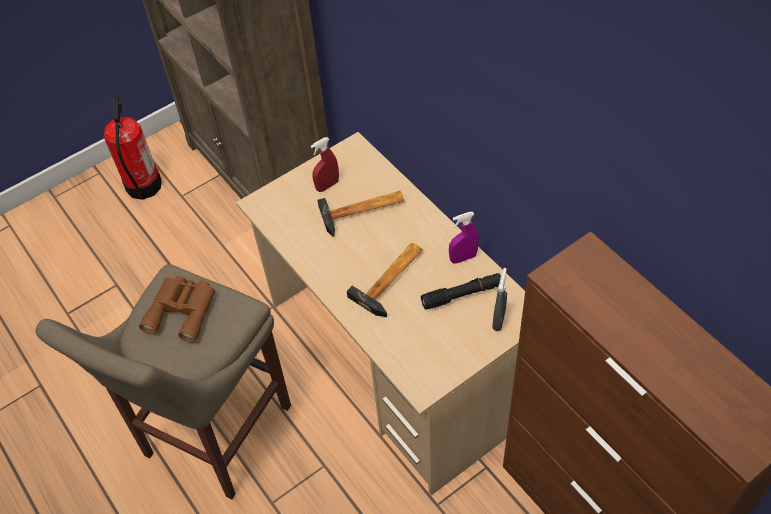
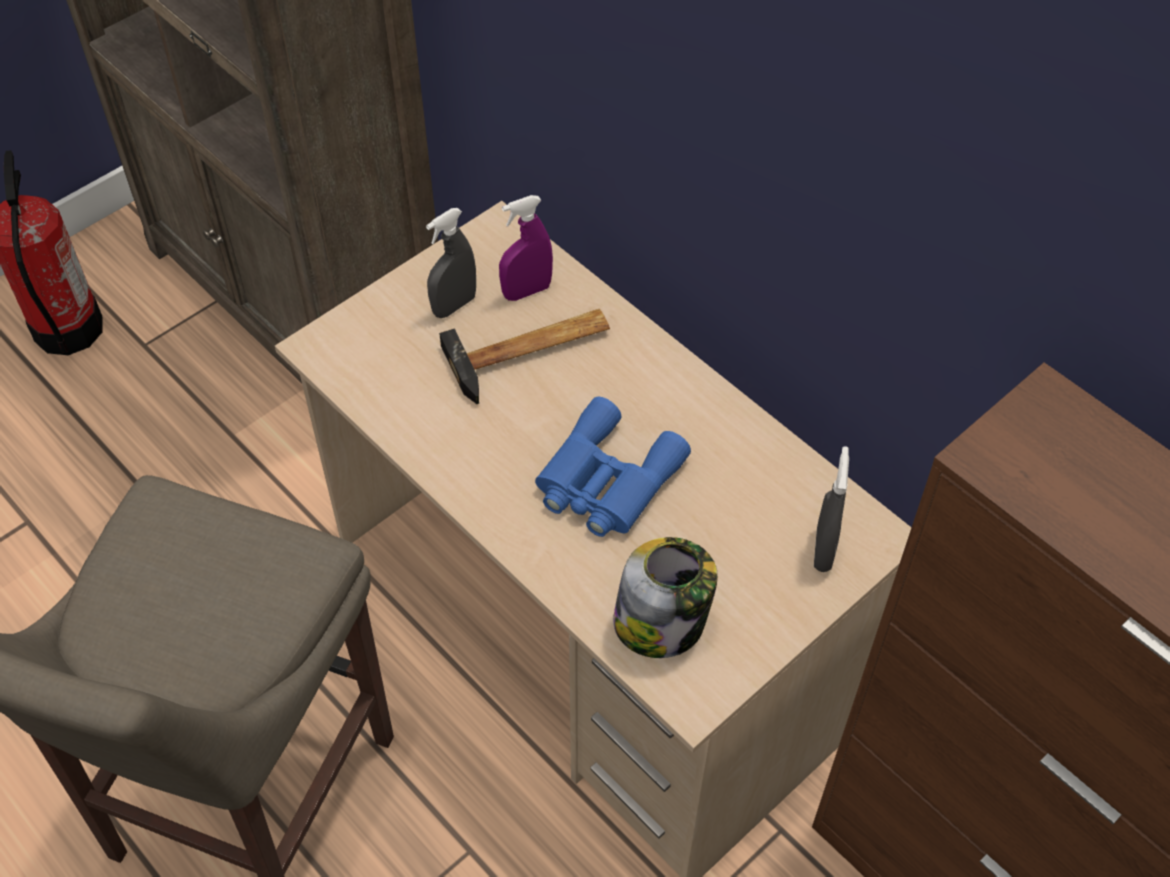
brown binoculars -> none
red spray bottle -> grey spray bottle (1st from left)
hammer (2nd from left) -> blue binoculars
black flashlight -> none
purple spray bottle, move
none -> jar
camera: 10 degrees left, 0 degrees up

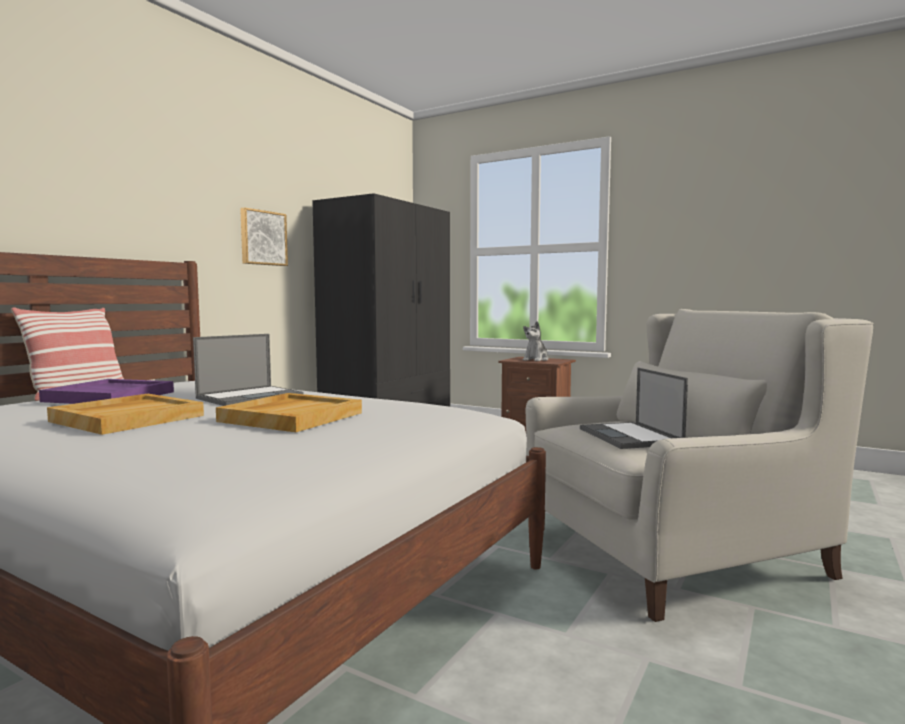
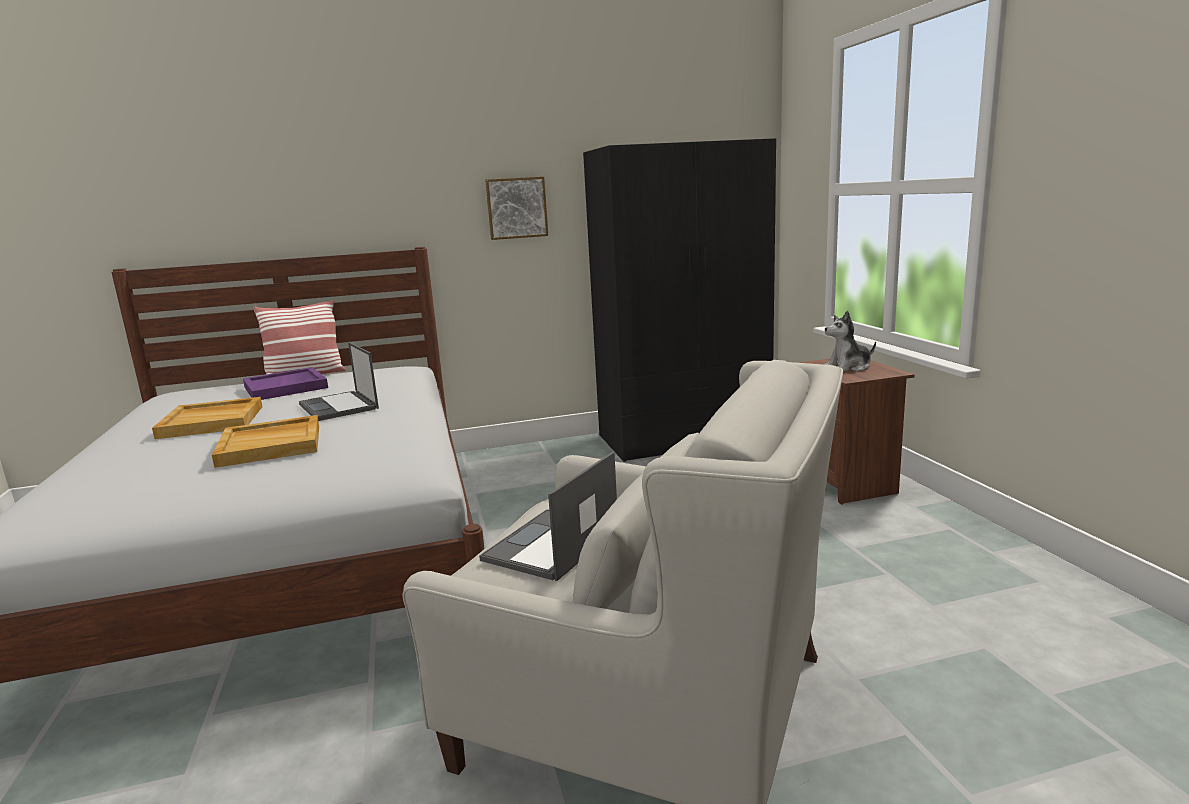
laptop (1st from left), 60 degrees clockwise
camera: 45 degrees right, 10 degrees up

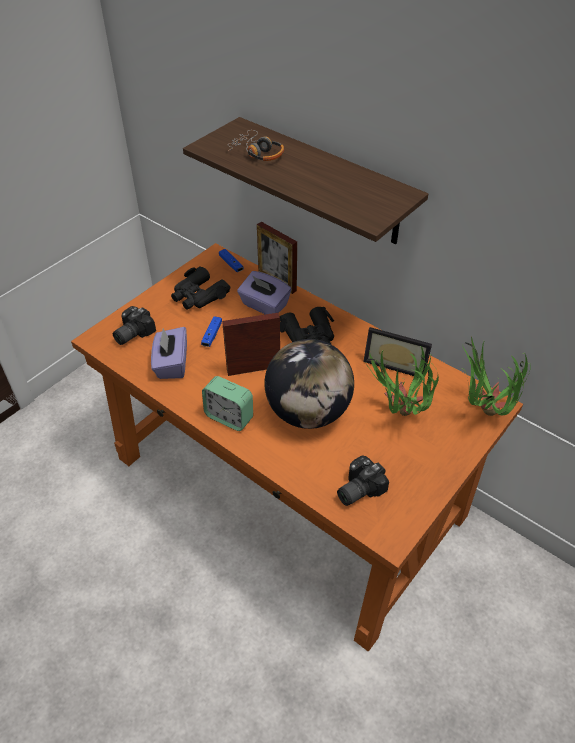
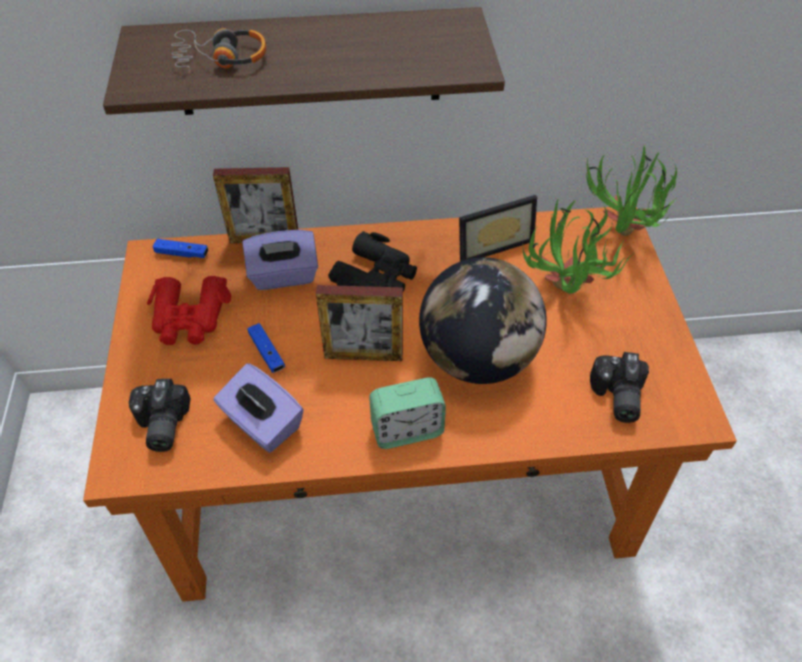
black binoculars (1st from left) -> red binoculars
picture frame (1st from left in the first image) -> picture frame (2nd from left), 120 degrees counterclockwise
camera: 45 degrees left, 5 degrees up

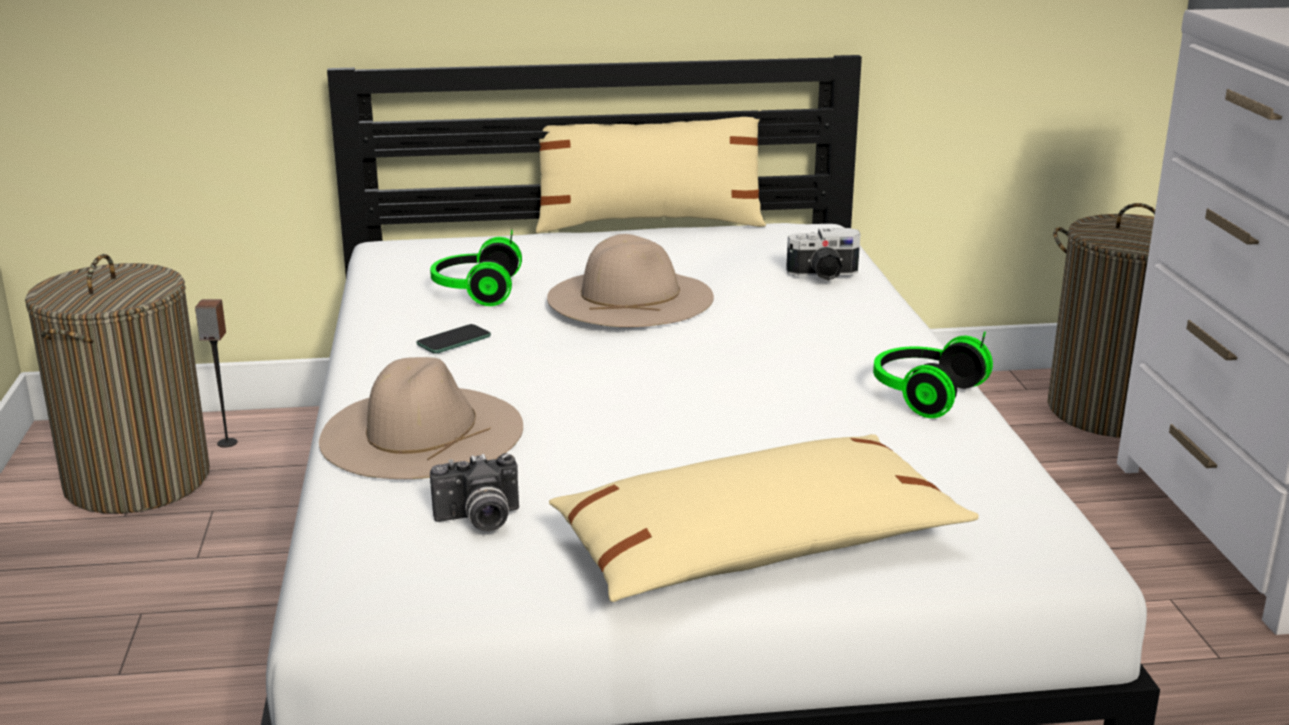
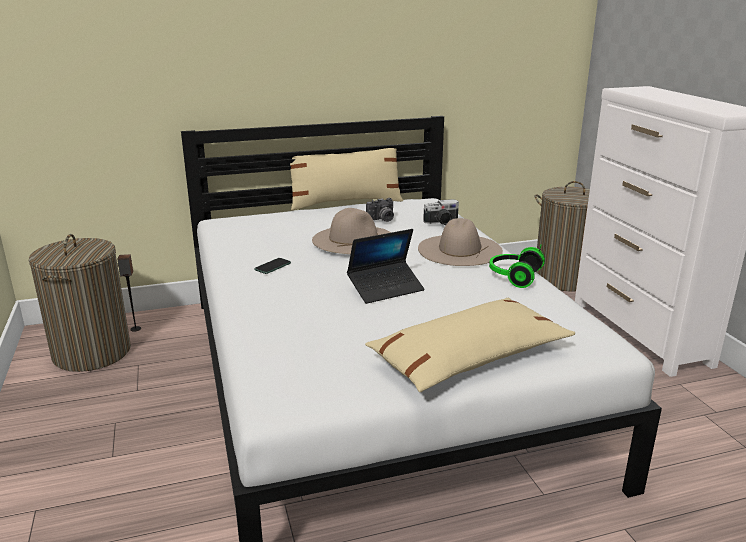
beige hat (1st from left in the first image) -> beige hat (2nd from left), move
headphones (1st from left) -> none
photo camera (1st from left), move
none -> laptop
camera: 10 degrees left, 0 degrees up

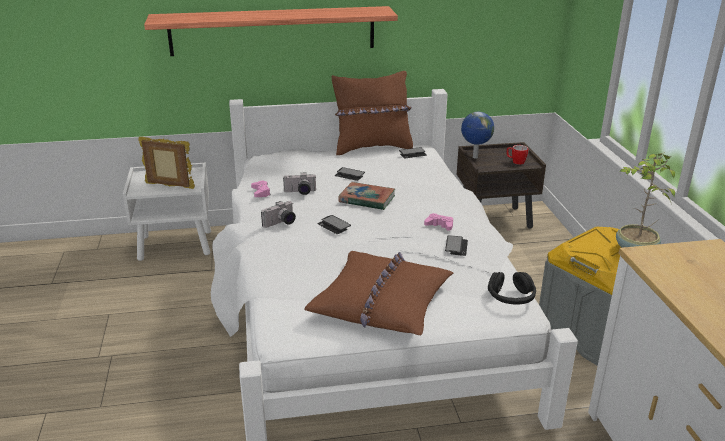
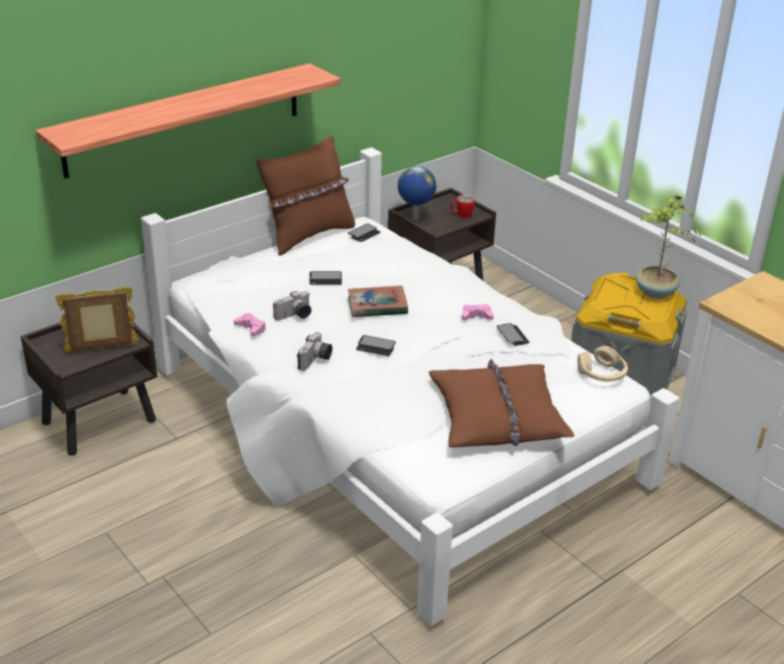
white nightstand -> brown nightstand (1st from left)
black headphones -> beige headphones
camera: 30 degrees left, 5 degrees up

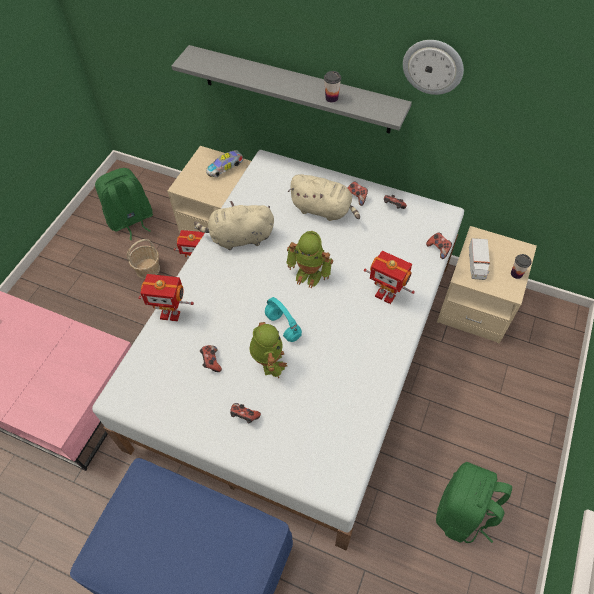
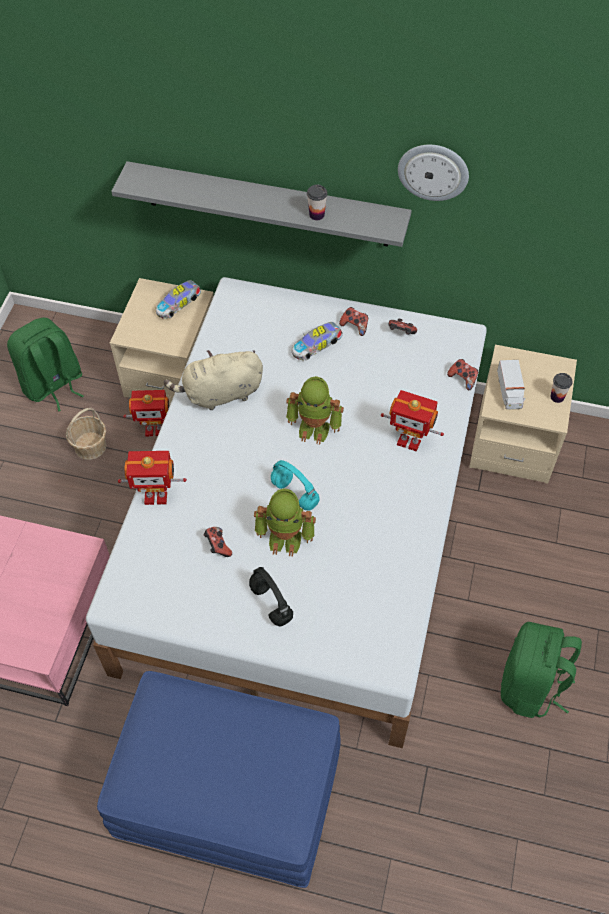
game controller (2nd from left) -> black headphones
toy robot (3rd from left), 120 degrees clockwise
beige plush toy (2nd from left) -> toy car (2nd from left)
camera: 10 degrees left, 0 degrees up

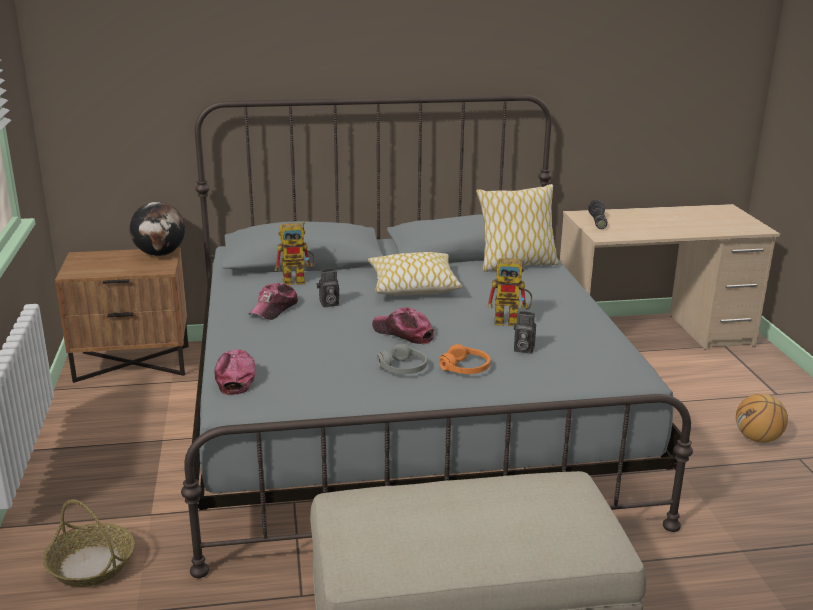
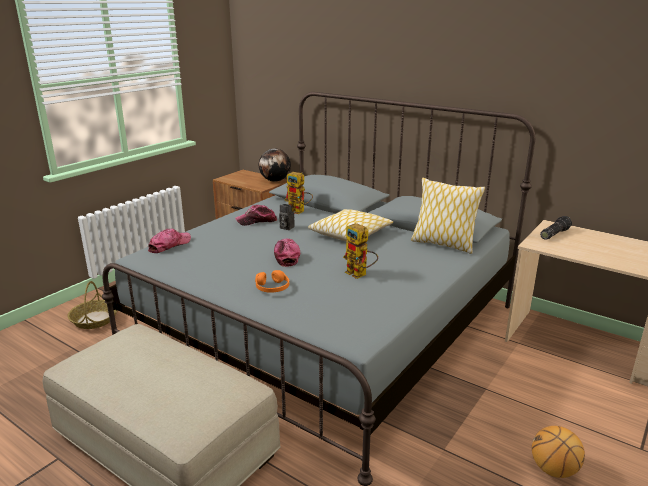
grey headphones -> none
photo camera (2nd from left) -> none
camera: 45 degrees right, 0 degrees up

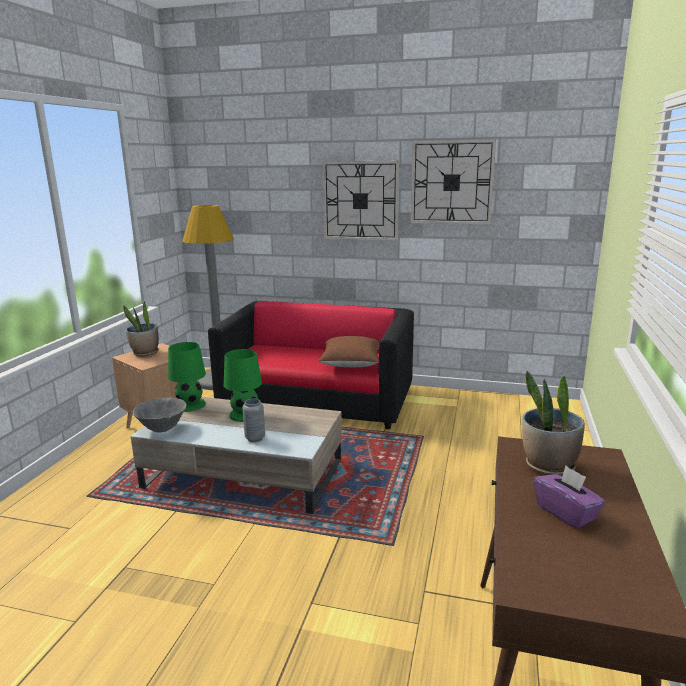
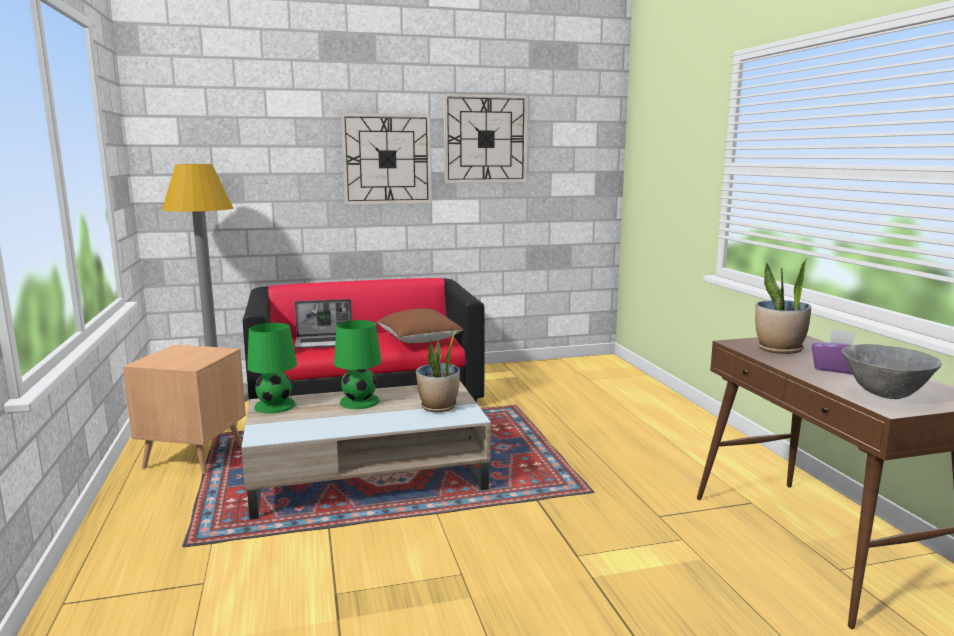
potted plant (1st from left), move
grey bowl, move
grey vase -> none
none -> laptop
camera: 30 degrees left, 5 degrees down

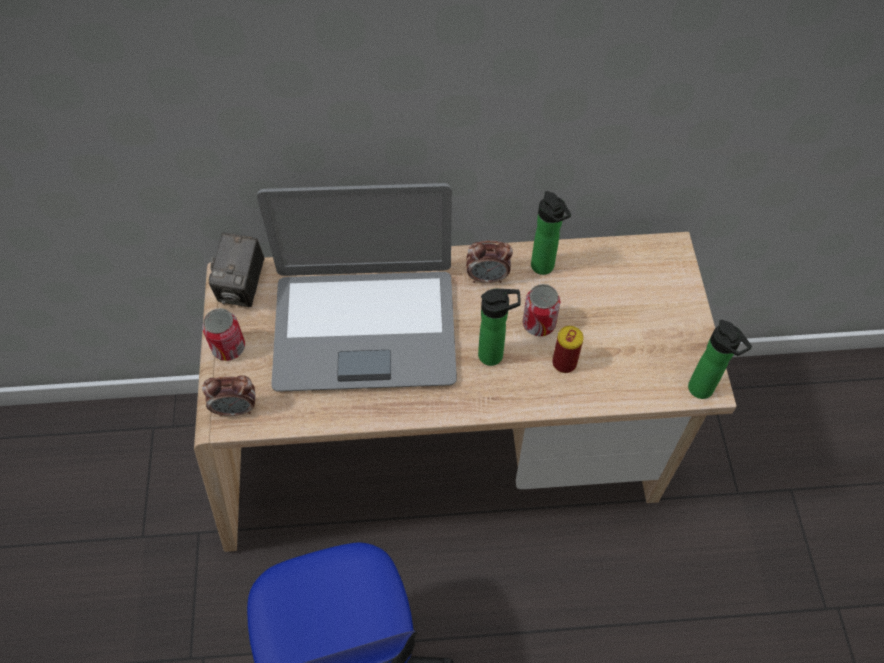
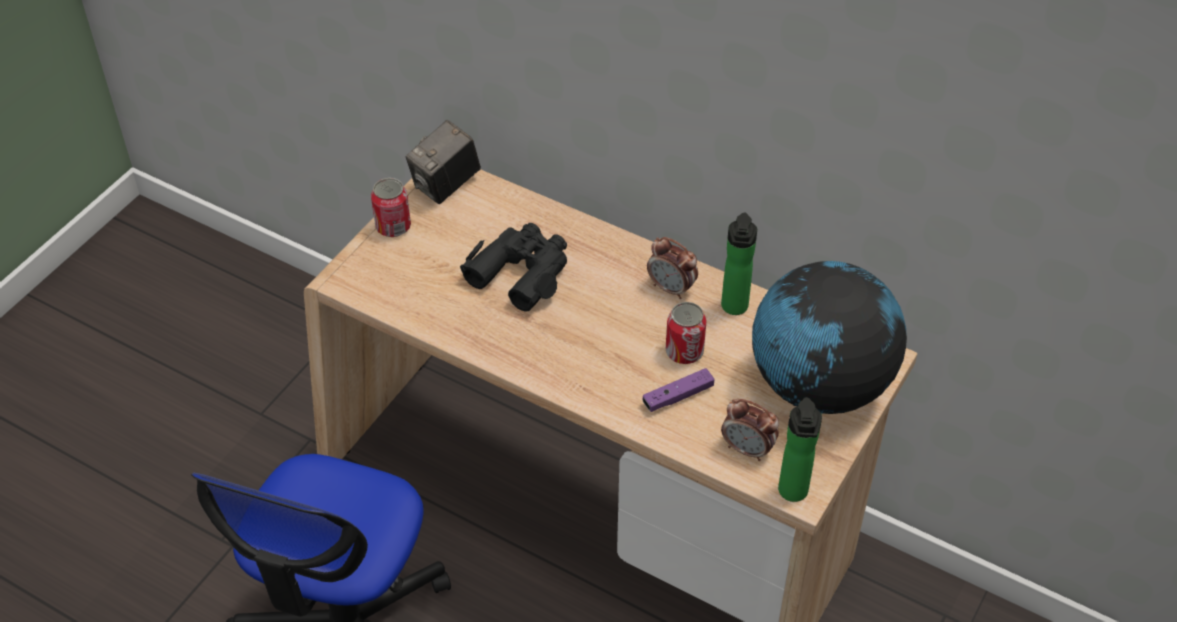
alarm clock (1st from left in the first image) -> alarm clock (2nd from left), move
laptop -> black binoculars
bottle (1st from left) -> none
can (3rd from left) -> purple game controller
none -> globe
camera: 35 degrees right, 10 degrees down

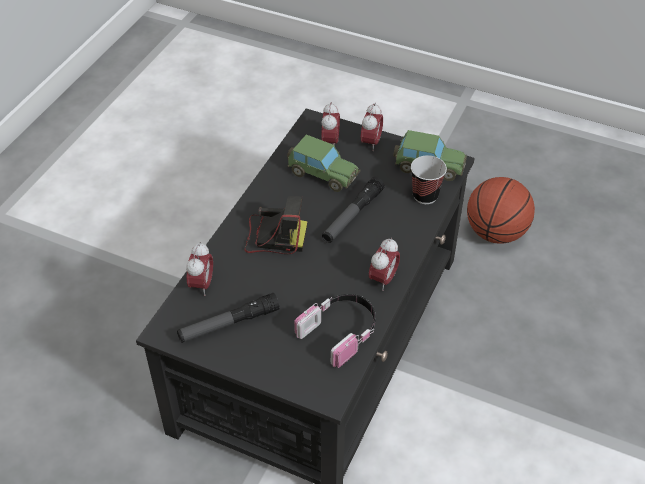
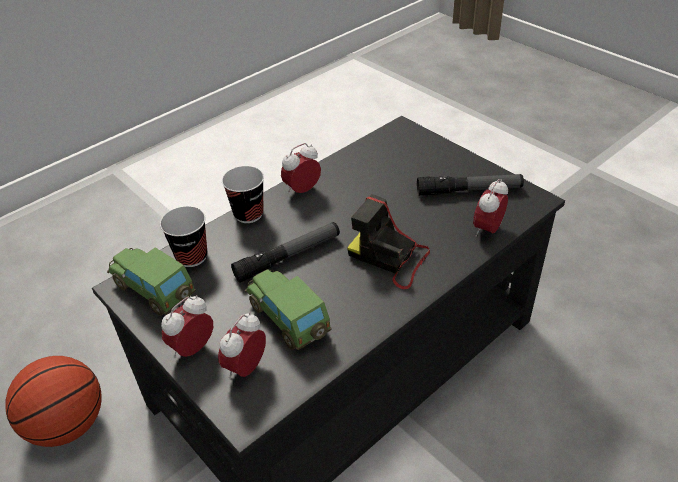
headphones -> none
none -> cup (2nd from left)
camera: 155 degrees left, 5 degrees down

